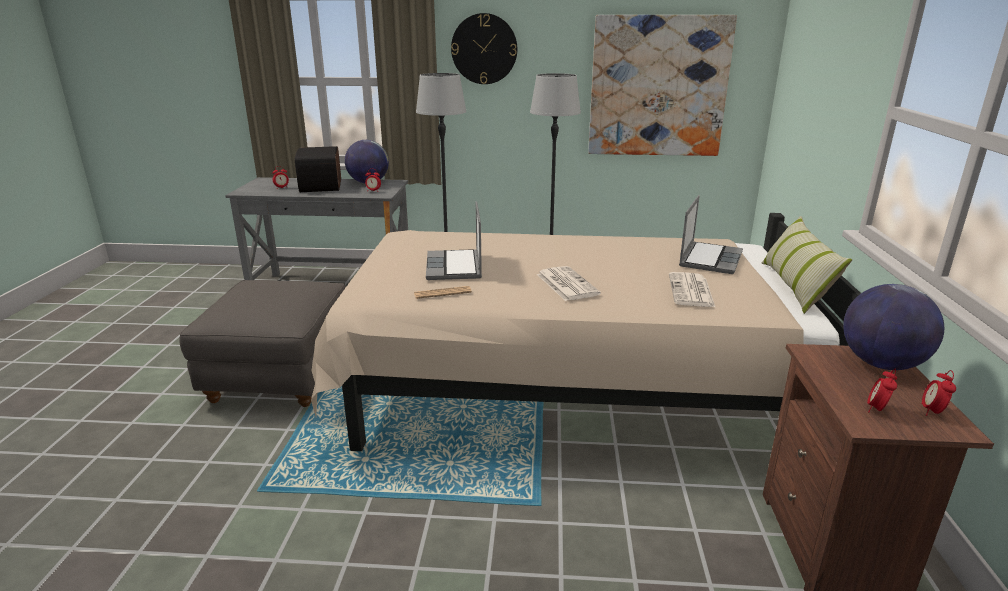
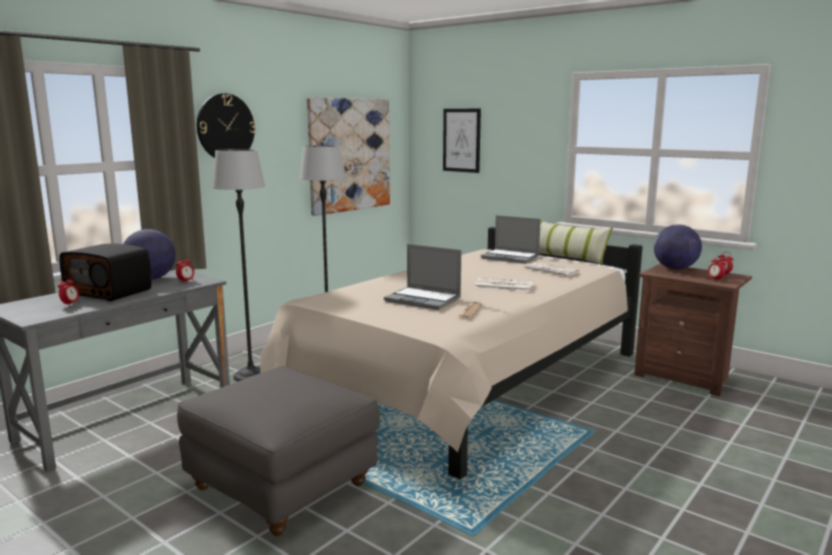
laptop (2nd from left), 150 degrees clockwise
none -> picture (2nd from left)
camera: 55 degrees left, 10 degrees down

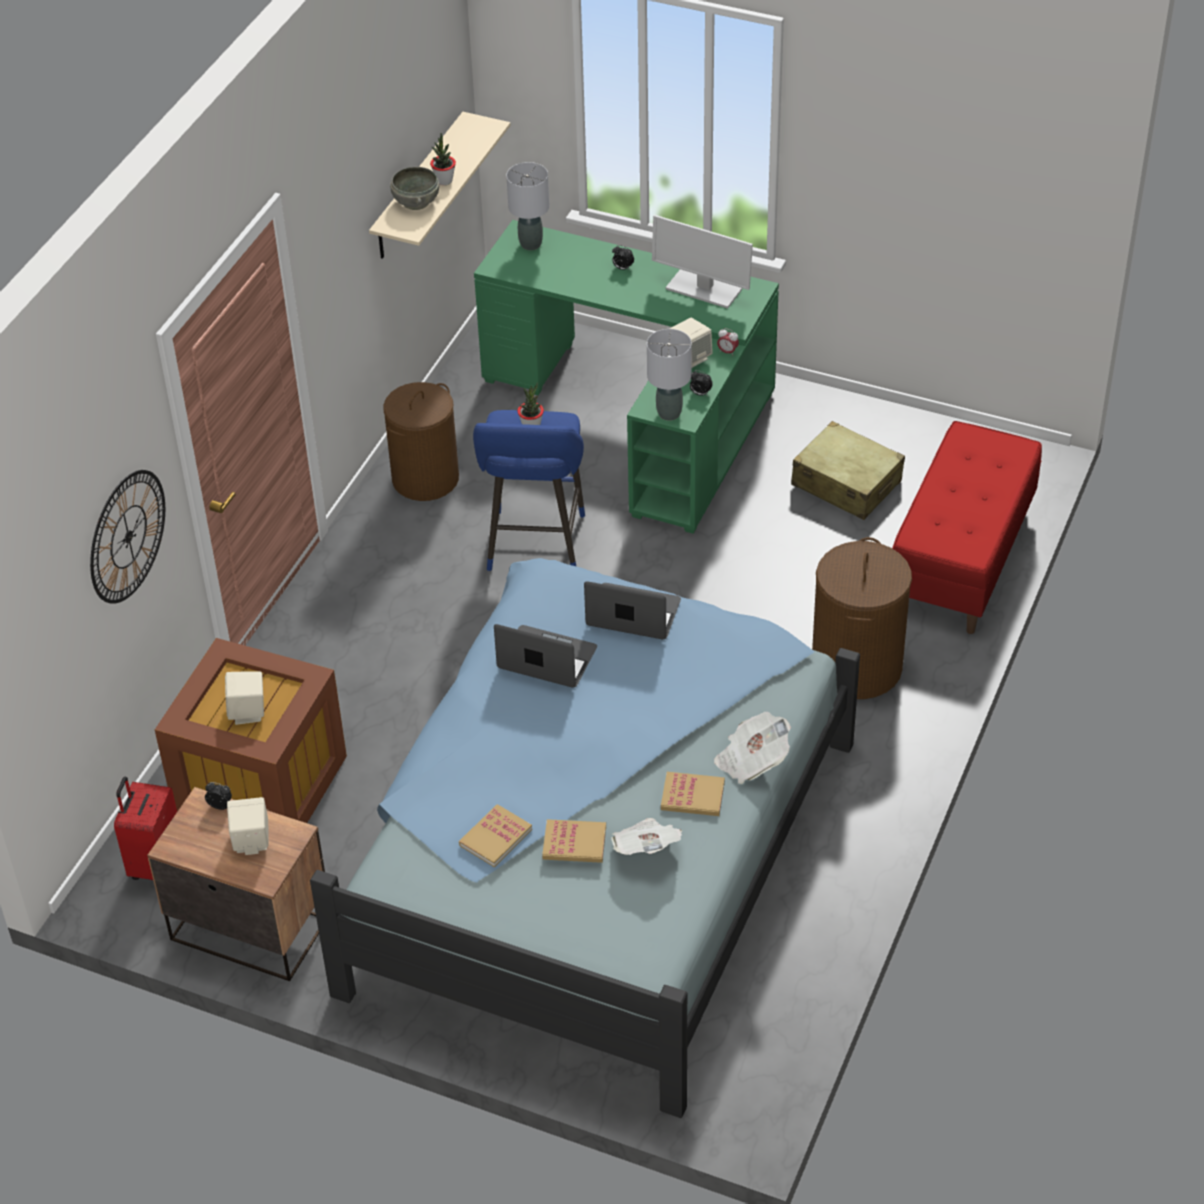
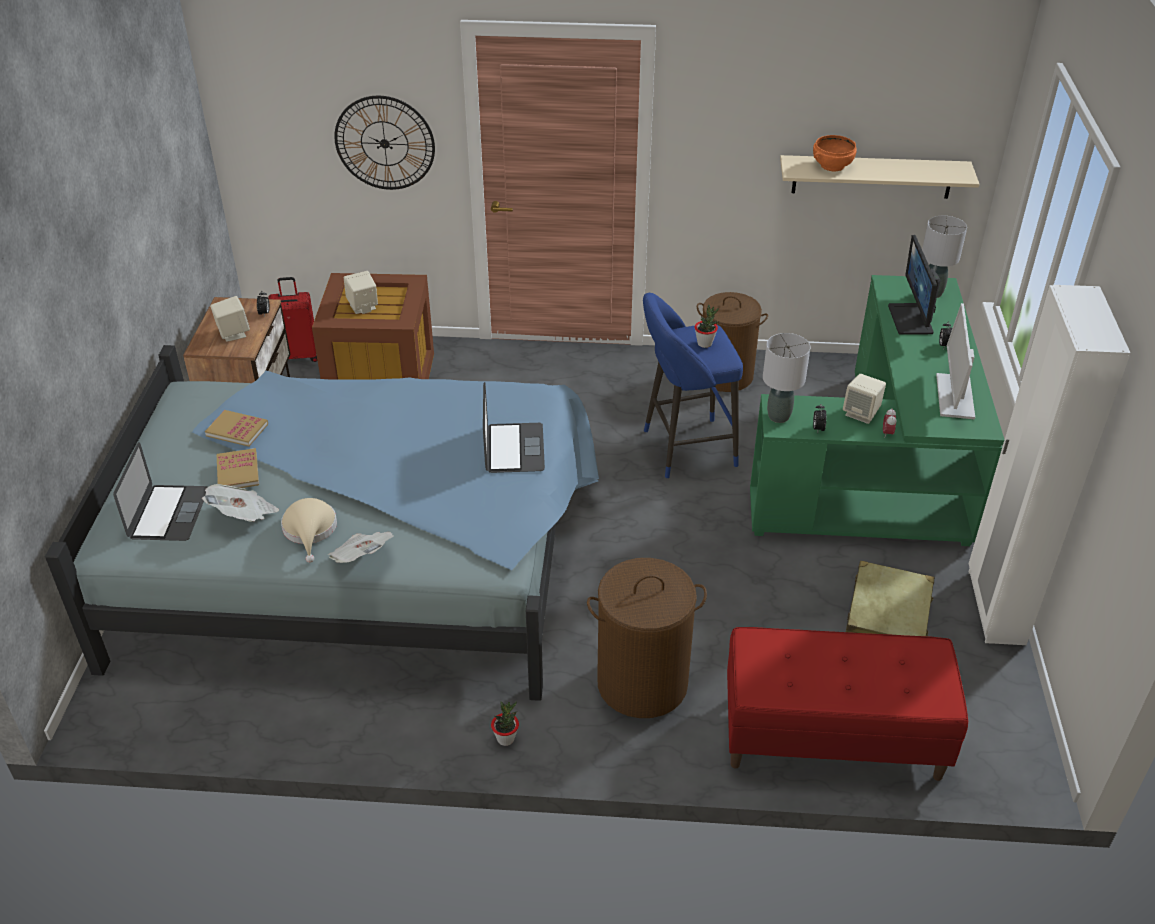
grey bowl -> orange bowl
potted plant (1st from left), move
laptop (1st from left), move
book (3rd from left) -> beige hat
none -> monitor (1st from left)
none -> white wardrobe
camera: 70 degrees right, 5 degrees down

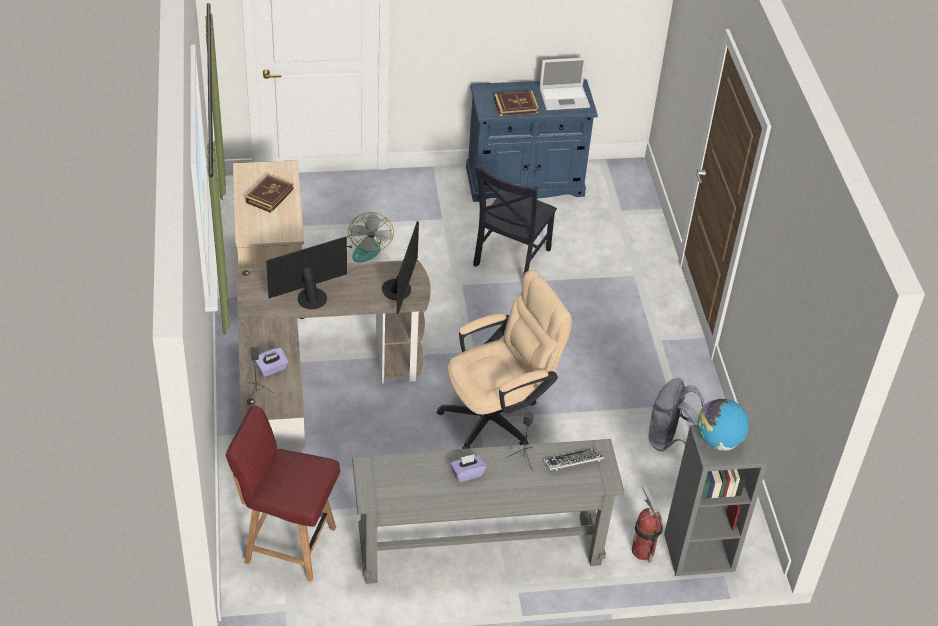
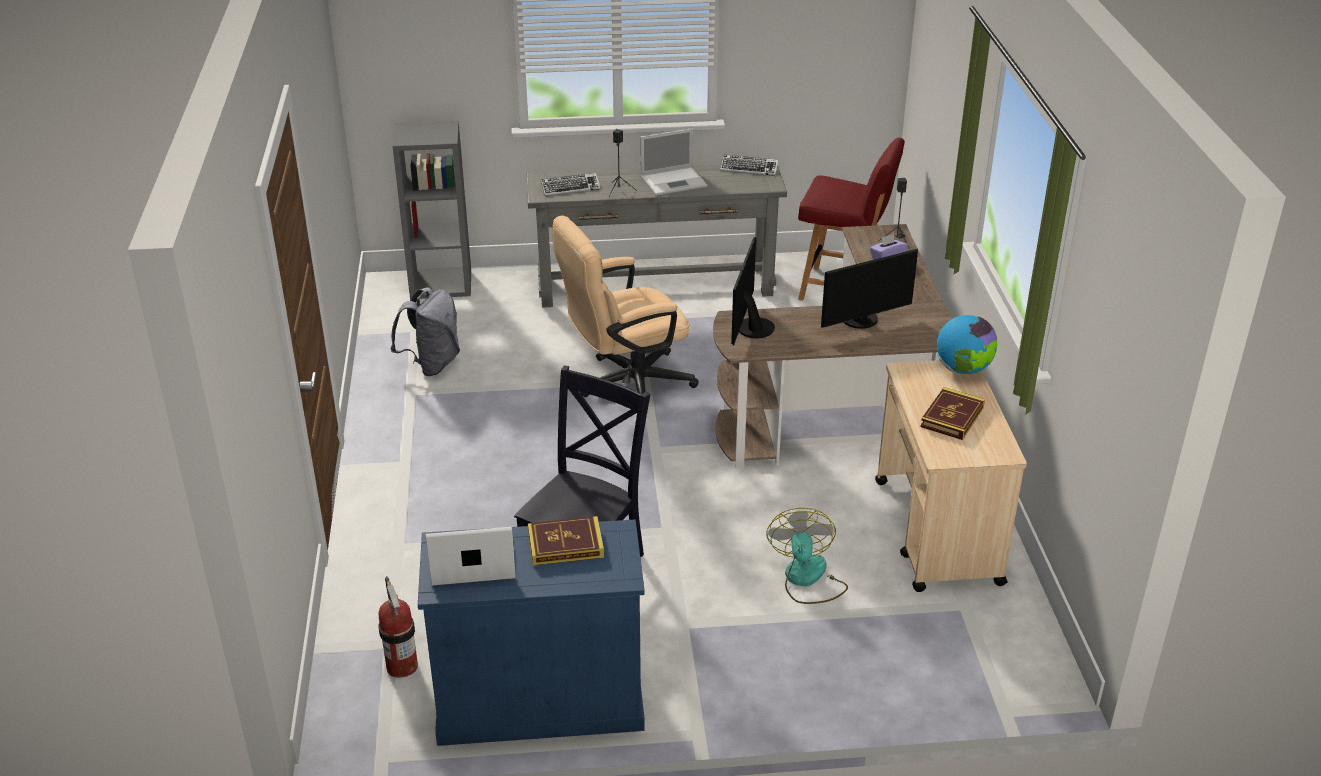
purple tissue box (2nd from left) -> laptop (2nd from left)
fire extinguisher, move
globe, move
none -> keyboard (2nd from left)
camera: 175 degrees left, 10 degrees down

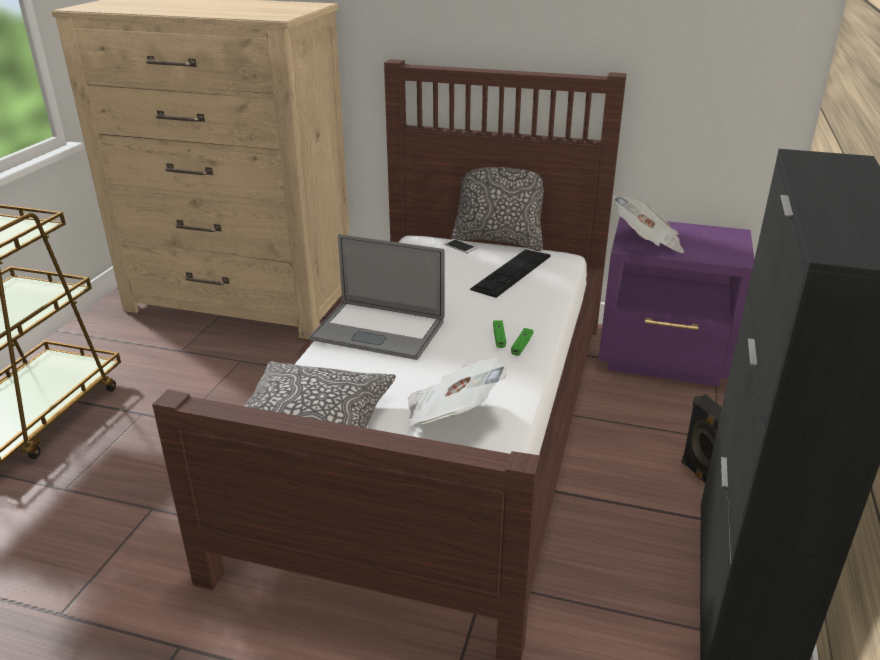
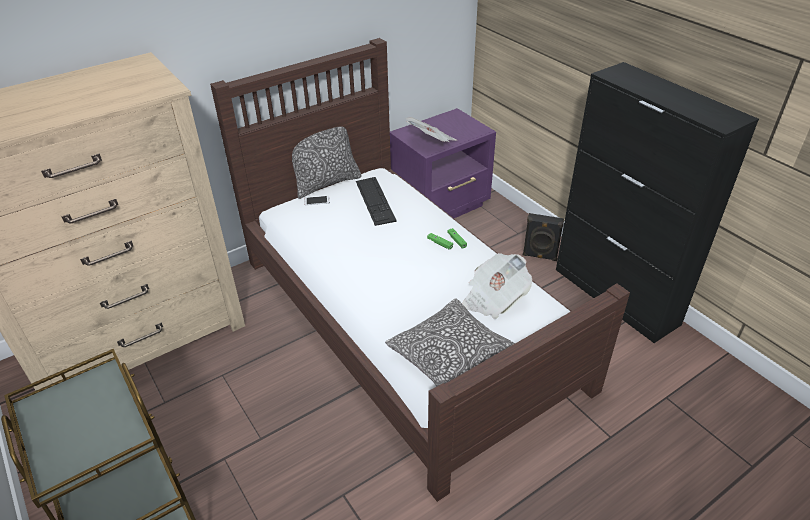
laptop -> none
camera: 50 degrees left, 10 degrees up

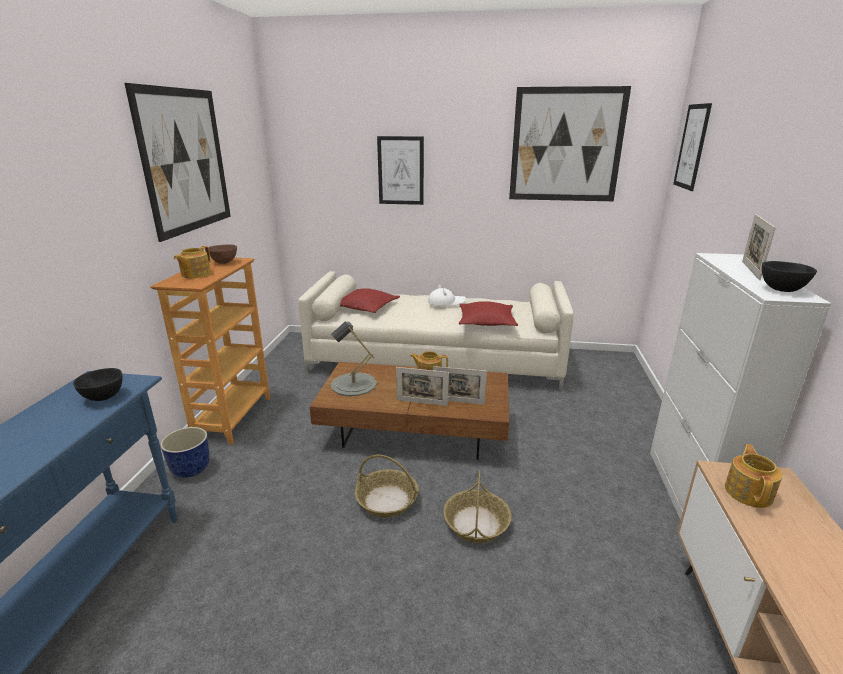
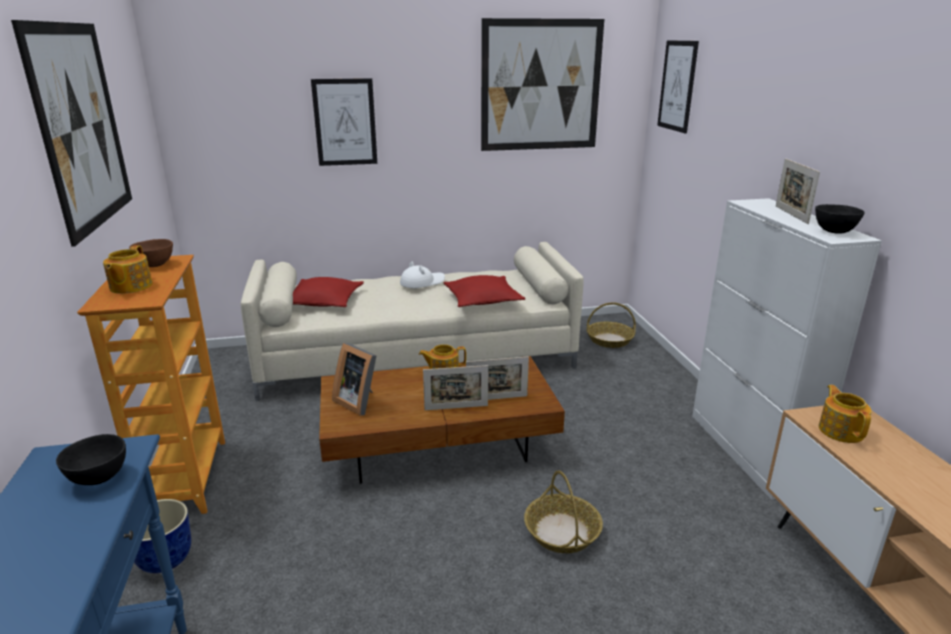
grey table lamp -> picture frame (1st from left)
basket (1st from left in the first image) -> basket (2nd from left), move
camera: 20 degrees left, 0 degrees up

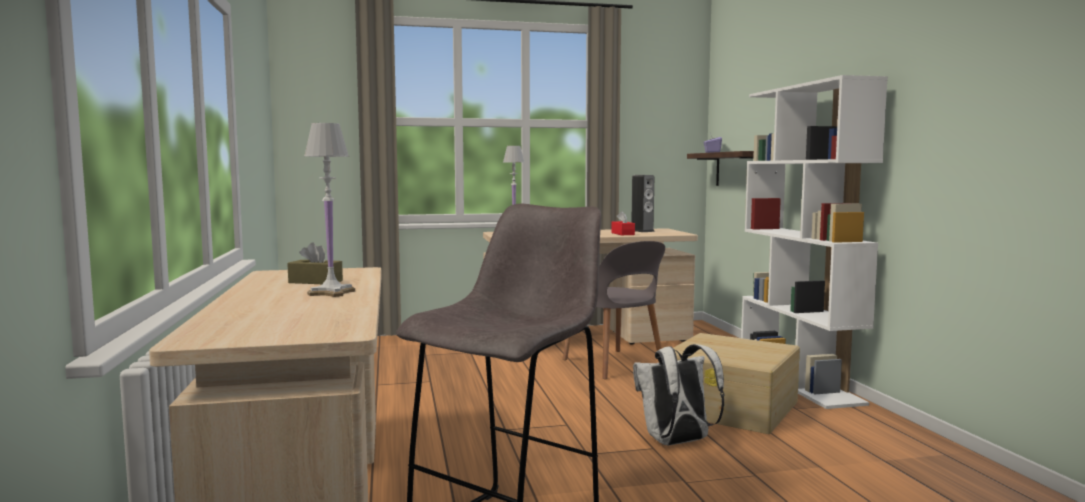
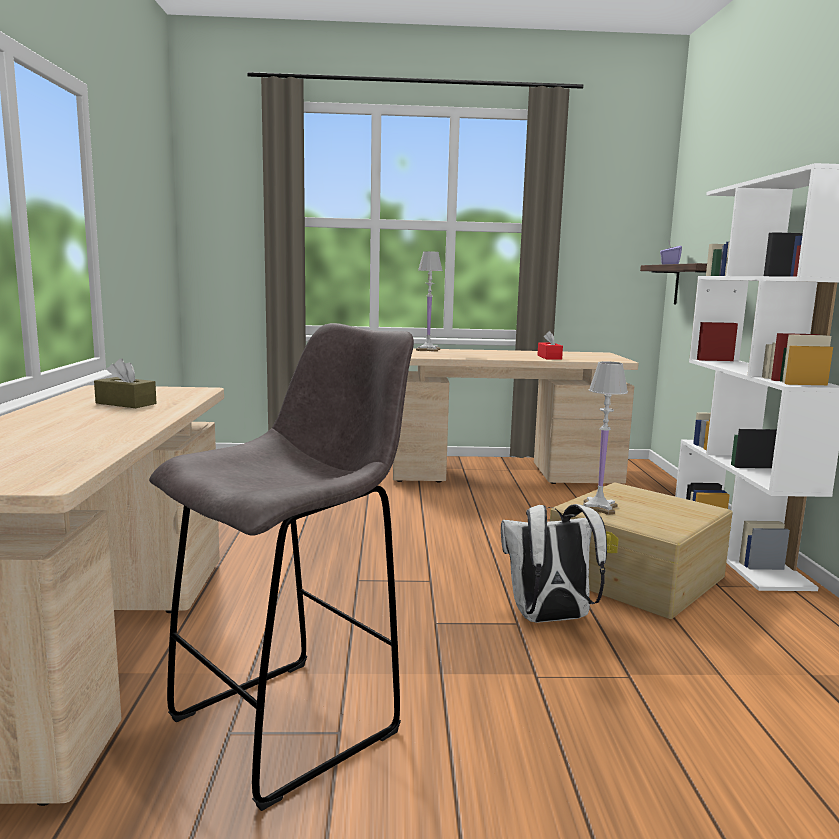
white table lamp (1st from left in the first image) -> white table lamp (2nd from left), move
grey chair -> none
speaker -> none
camera: 10 degrees right, 5 degrees up

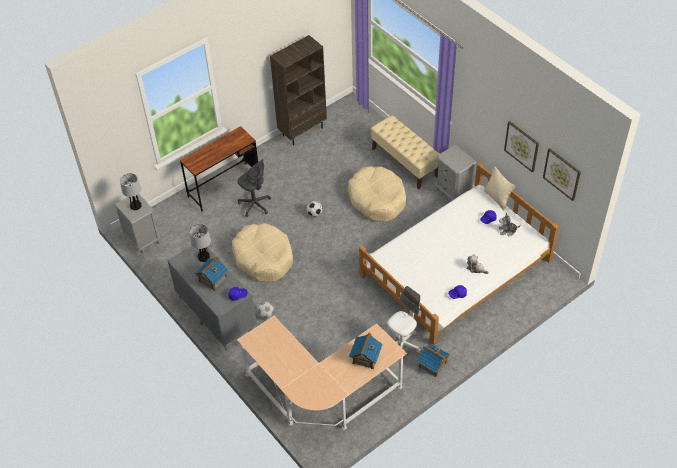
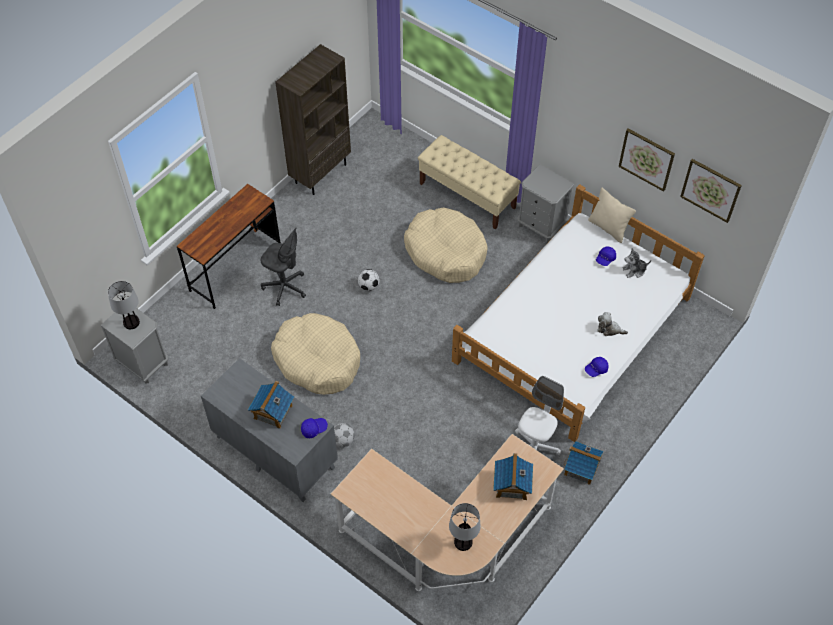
table lamp (2nd from left), move
camera: 15 degrees left, 5 degrees up

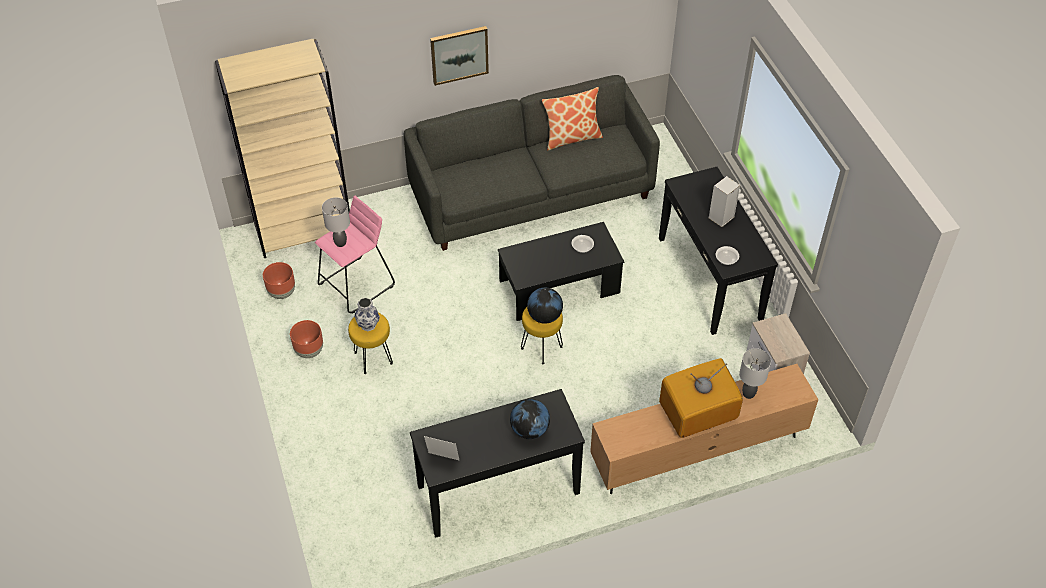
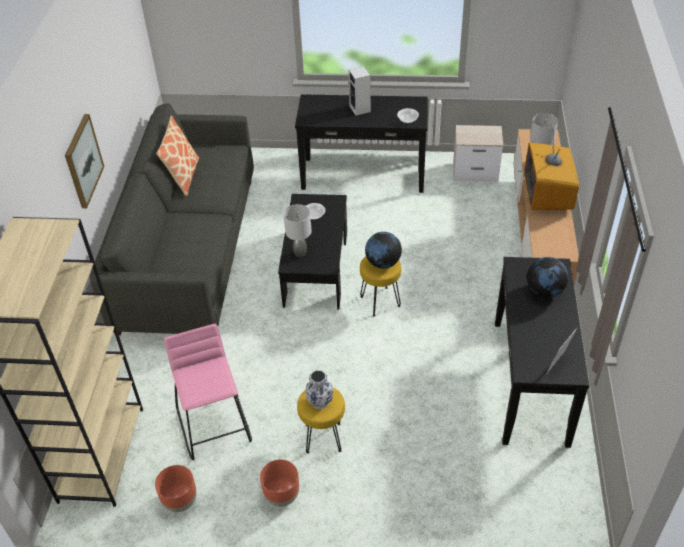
grey table lamp (1st from left), move
camera: 65 degrees left, 5 degrees down

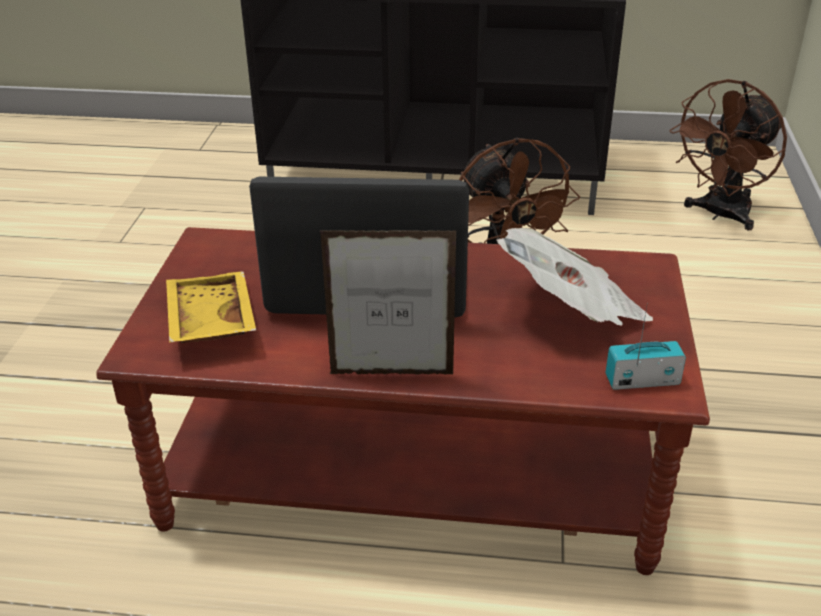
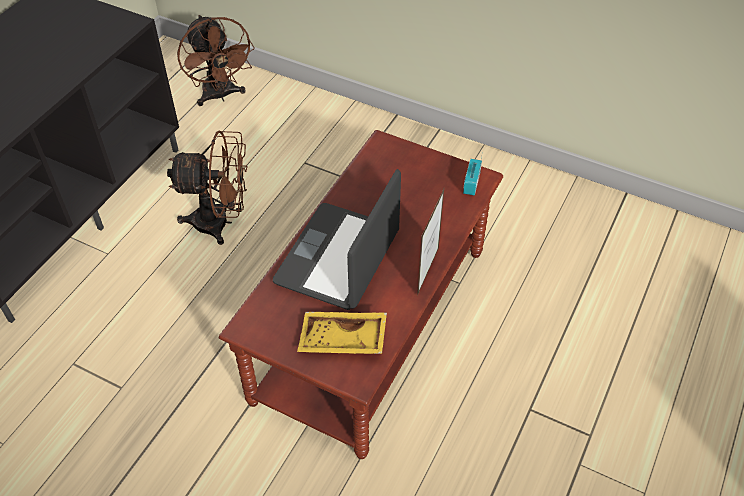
newspaper -> none
camera: 70 degrees left, 15 degrees up

